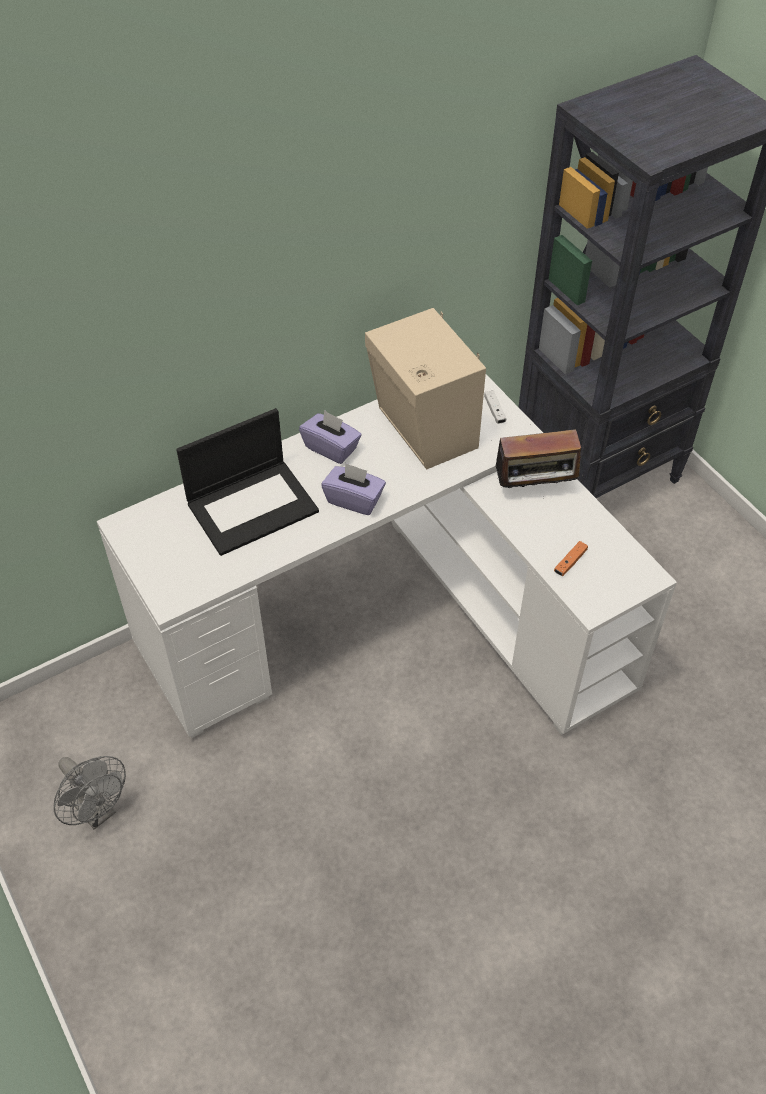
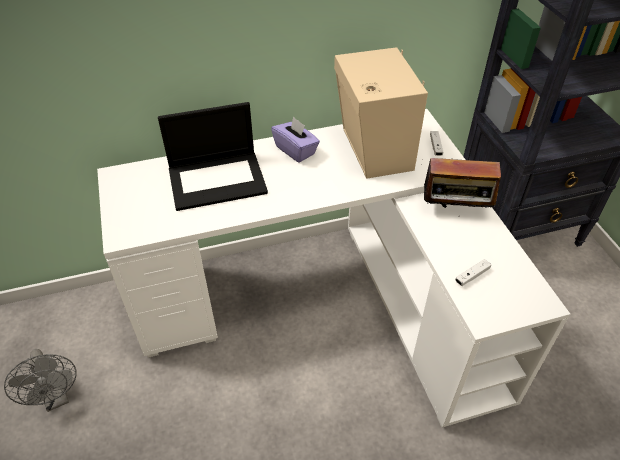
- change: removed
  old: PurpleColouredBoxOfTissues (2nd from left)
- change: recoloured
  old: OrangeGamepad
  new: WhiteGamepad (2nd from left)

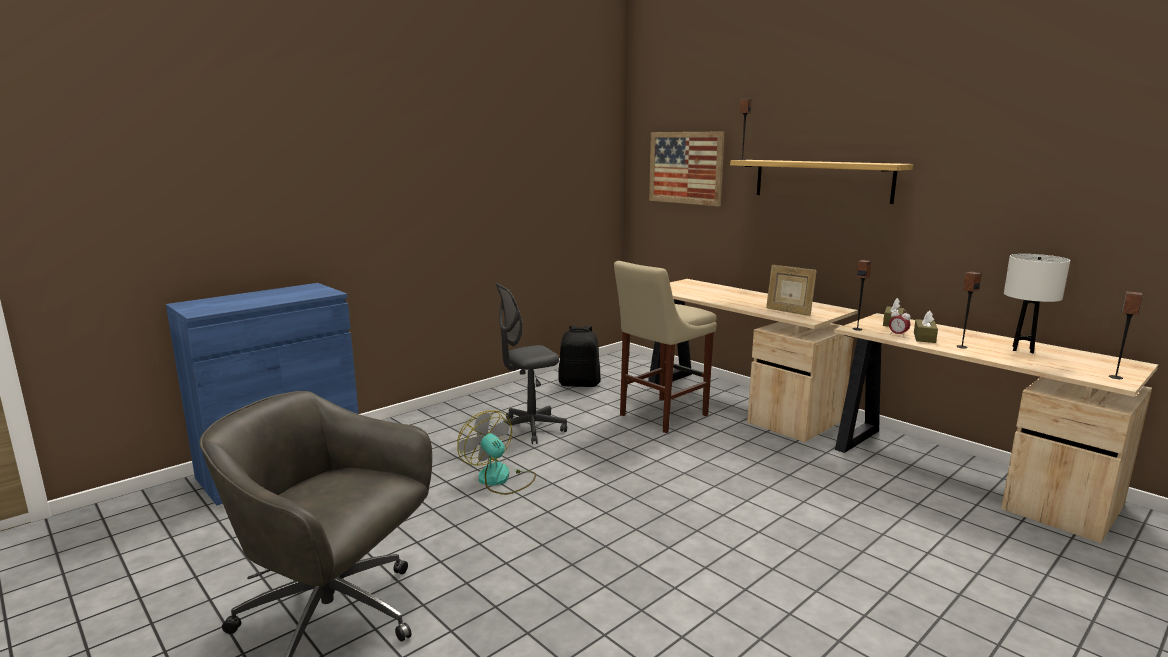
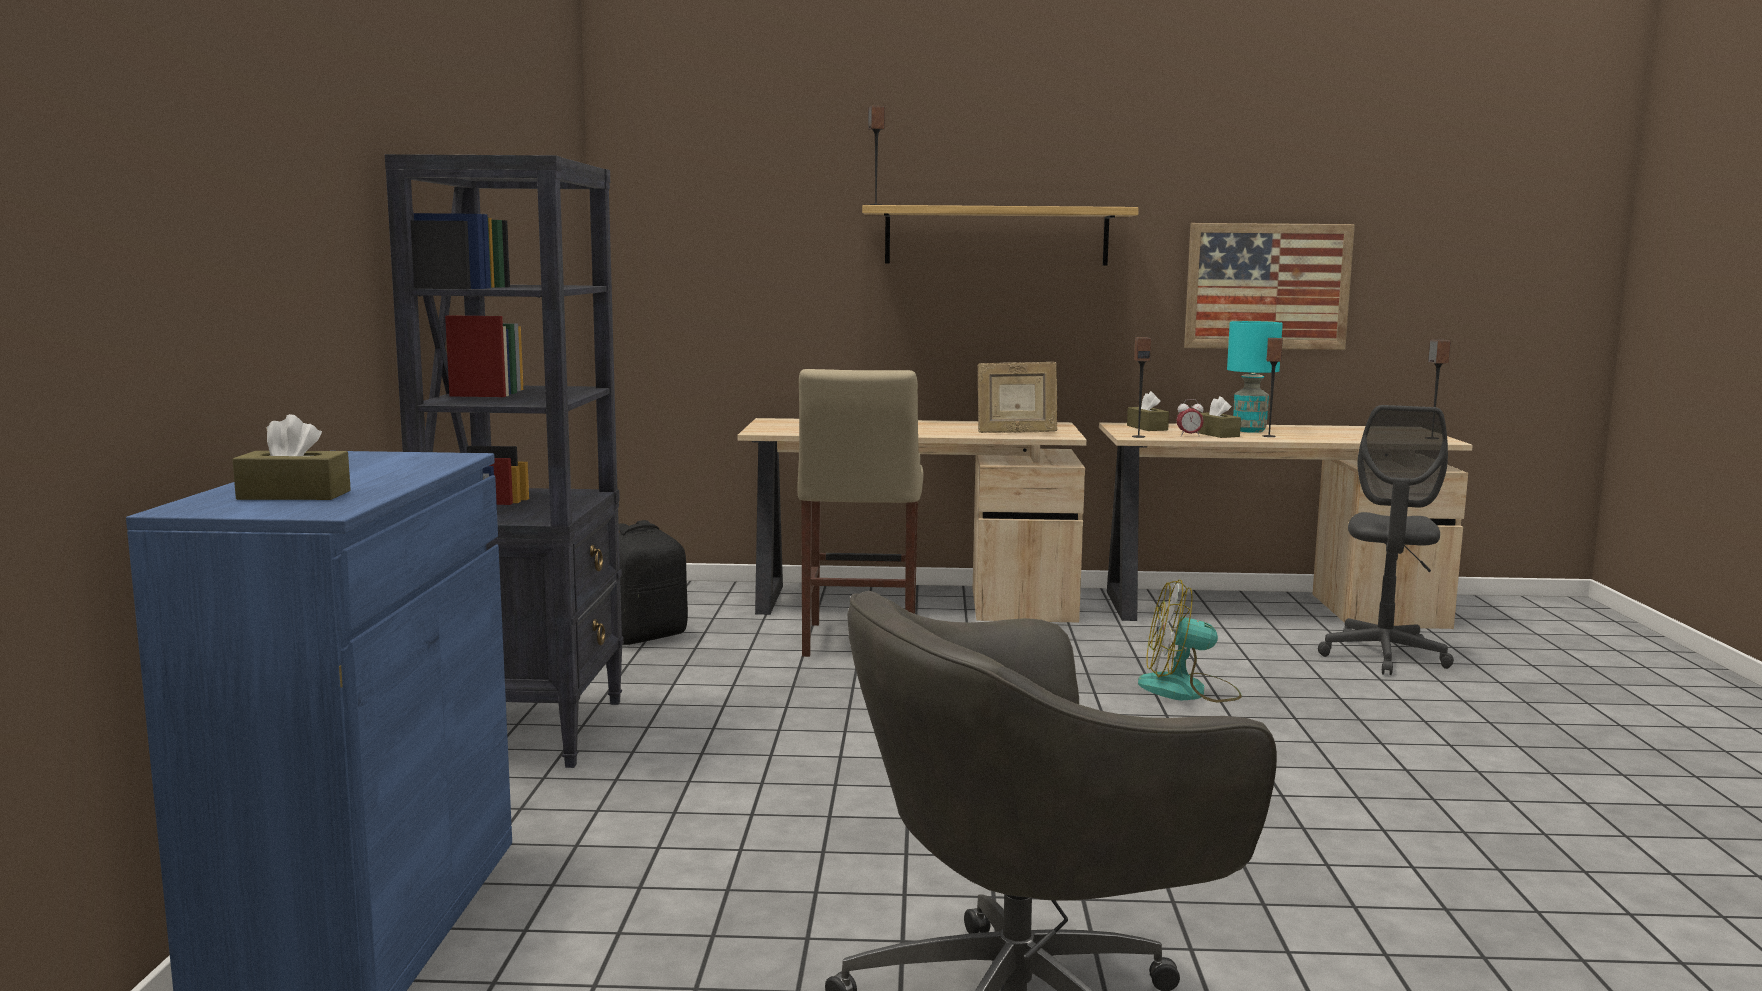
- change: removed
  old: WhiteLampForATable
- change: added
  new: BrownColouredBoxOfTissues (1st from left)
- change: added
  new: BlackColouredShelvingUnit
- change: added
  new: BlueGreenLampForATable
- change: moved
  old: CoolingFan
- change: moved
  old: GrayComputerChair (2nd from left)
- change: moved
  old: WallArt

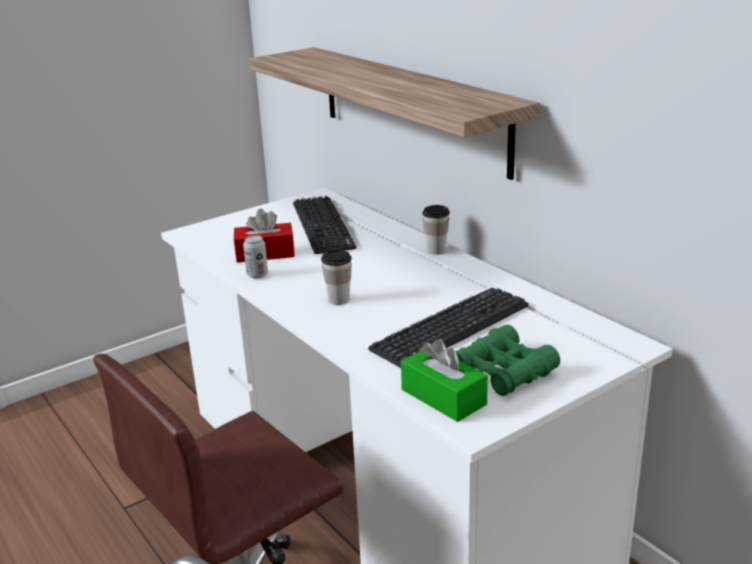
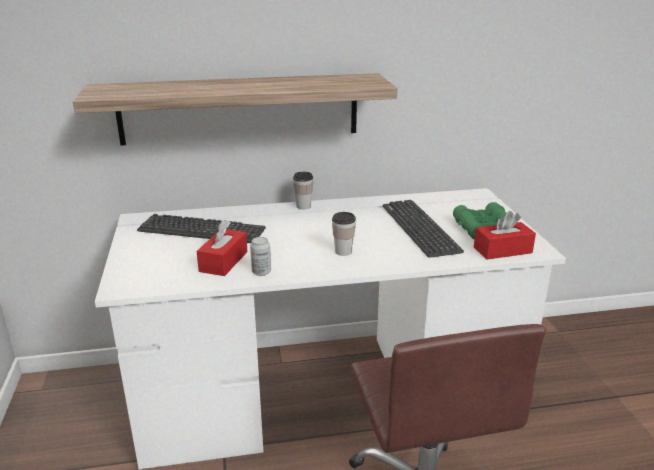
- change: recoloured
  old: GreenishBoxOfTissues
  new: RedColouredBoxOfTissues (2nd from left)

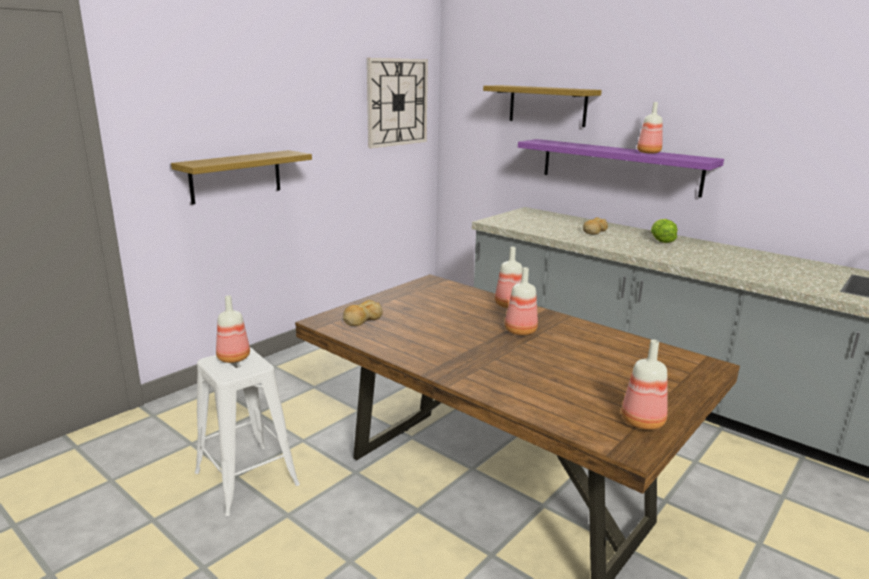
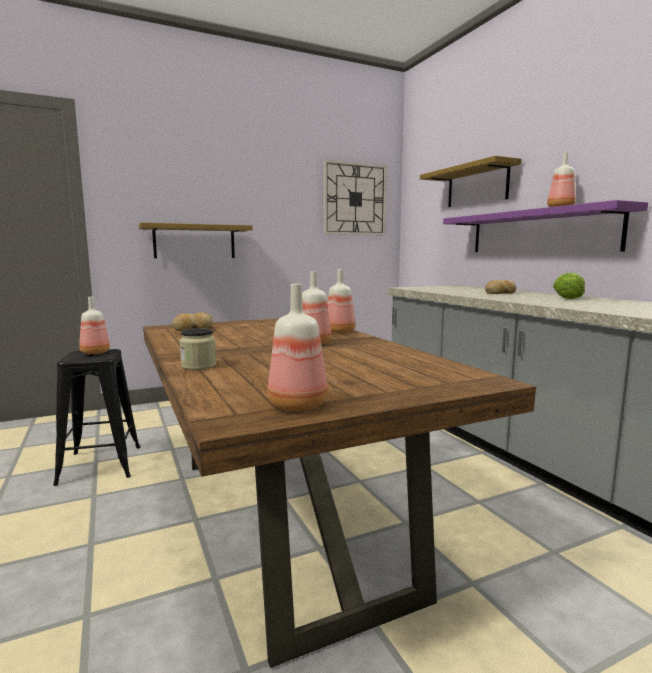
- change: added
  new: PreserveJar
- change: recoloured
  old: WhiteStool
  new: BlackColouredStool

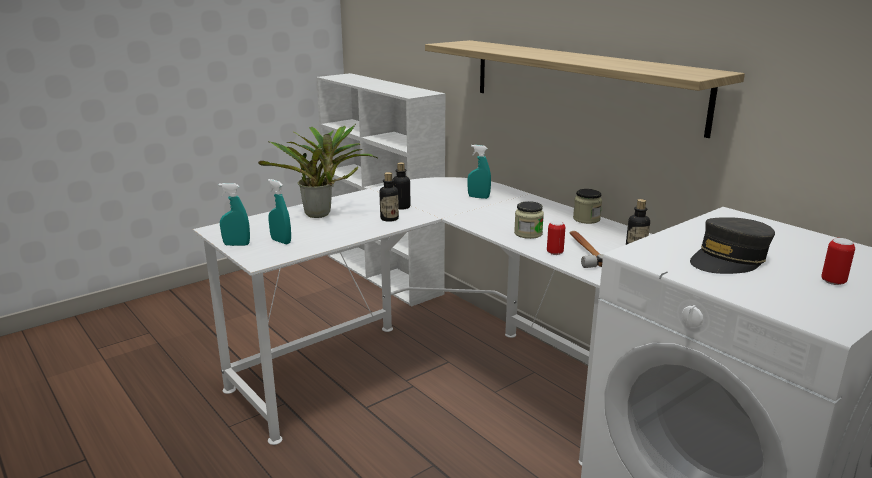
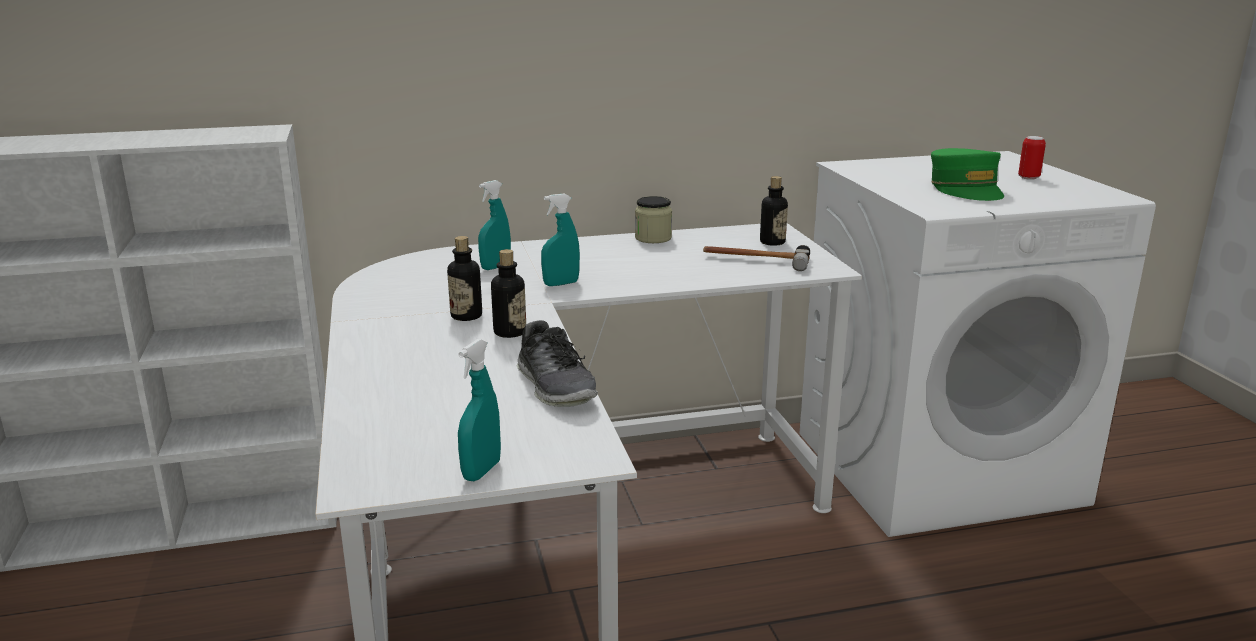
- change: removed
  old: PottedPlant
- change: removed
  old: WallShelf
- change: removed
  old: PreserveJar (1st from left)
- change: removed
  old: Can (1st from left)
- change: added
  new: LowShoe
- change: moved
  old: BlueGreenHandSprayer (2nd from left in the first image)
  new: BlueGreenHandSprayer (3rd from left)
- change: recoloured
  old: GrayPeakedCap
  new: GreenishPeakedCap

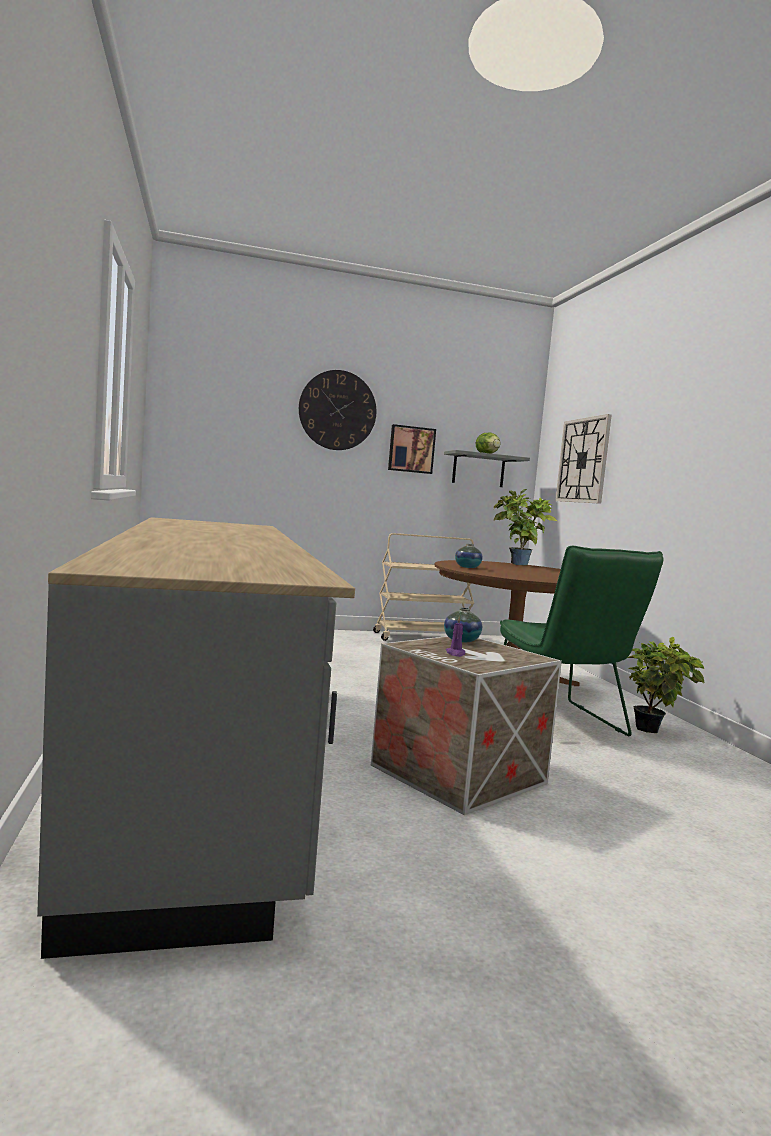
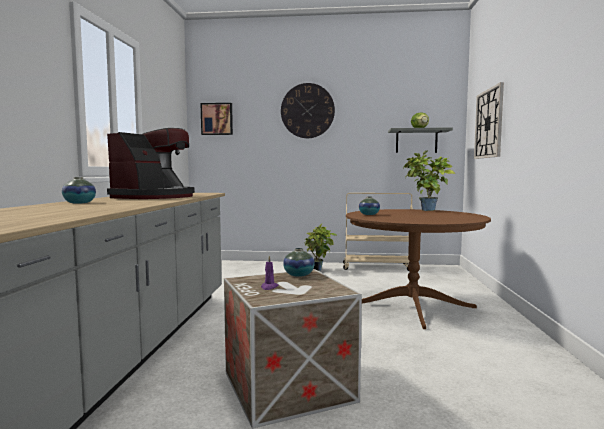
- change: removed
  old: GreenishUprightChair
- change: added
  new: FlowerVase (1st from left)
- change: added
  new: CoffeeBrewer
- change: moved
  old: WallArt
- change: moved
  old: PottedPlant (2nd from left in the first image)
  new: PottedPlant (1st from left)

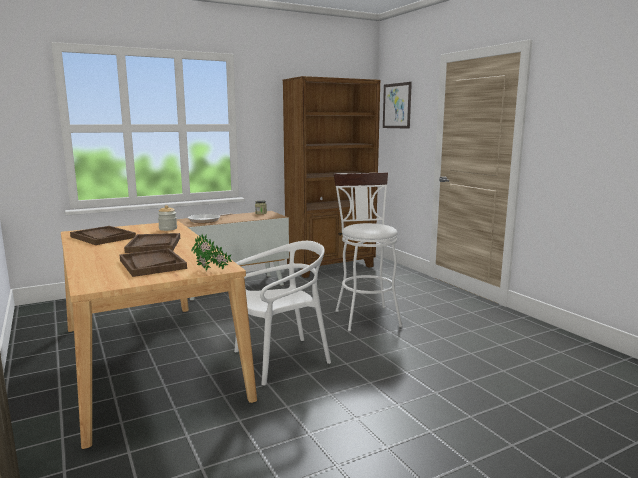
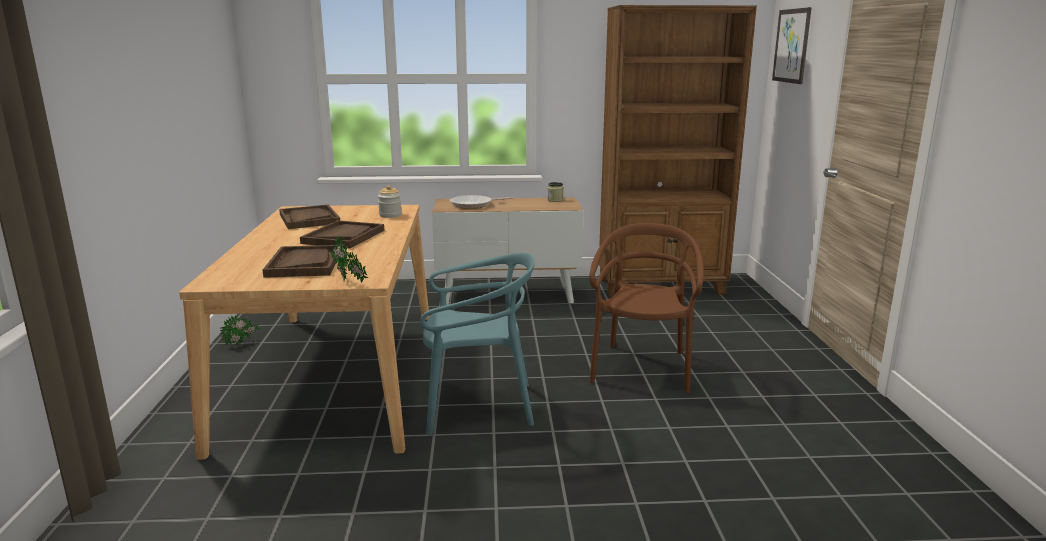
- change: added
  new: PottedPlant (1st from left)
- change: replaced
  old: WhiteStool
  new: BrownColouredUprightChair
- change: recoloured
  old: WhiteUprightChair
  new: BlueGreenUprightChair

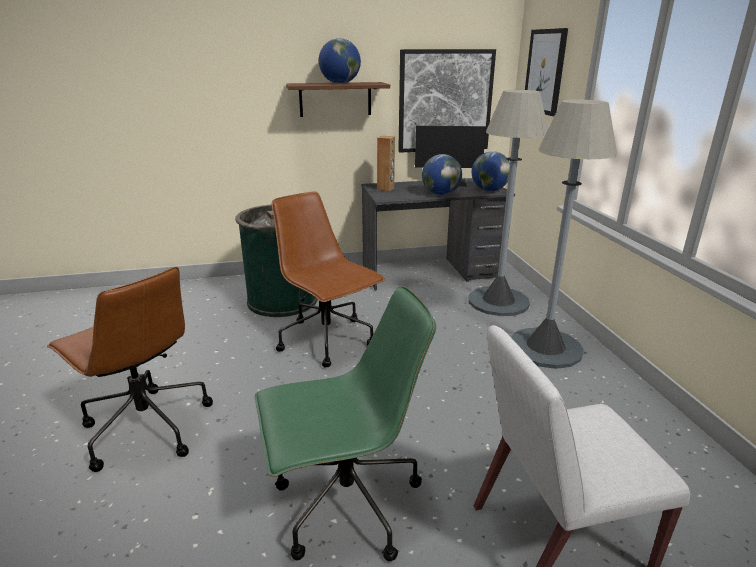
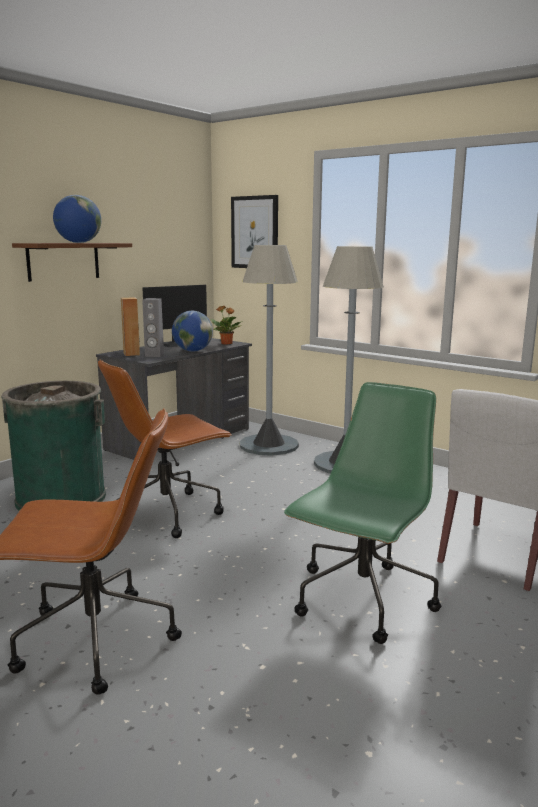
- change: removed
  old: WallArt (1st from left)
- change: added
  new: GraySpeaker
- change: replaced
  old: Globe (3rd from left)
  new: PottedPlant
- change: turned
  old: BrownColouredComputerChair (2nd from left)
  degrees: -45

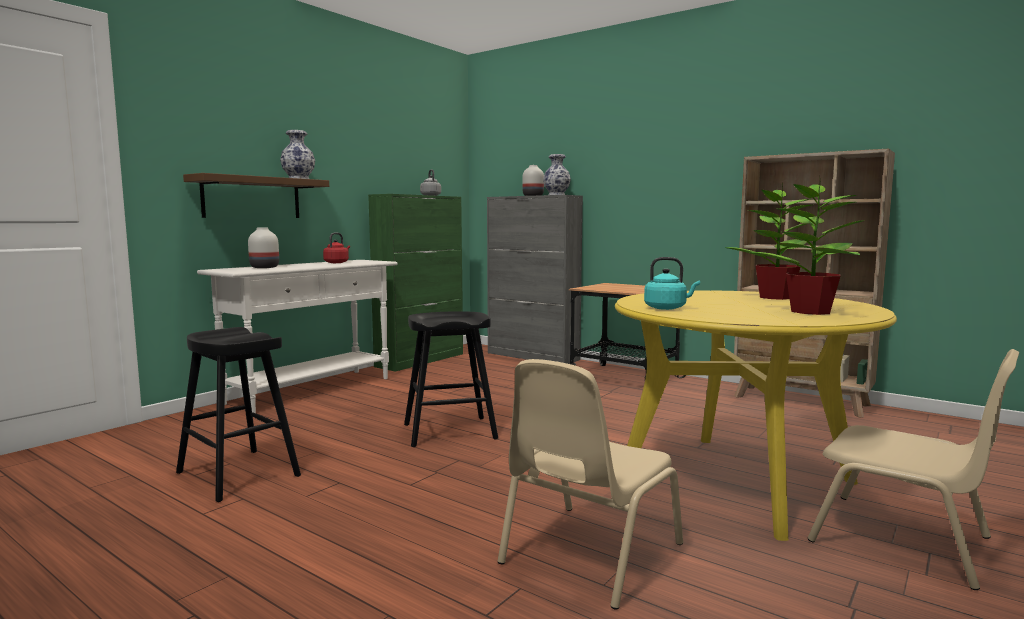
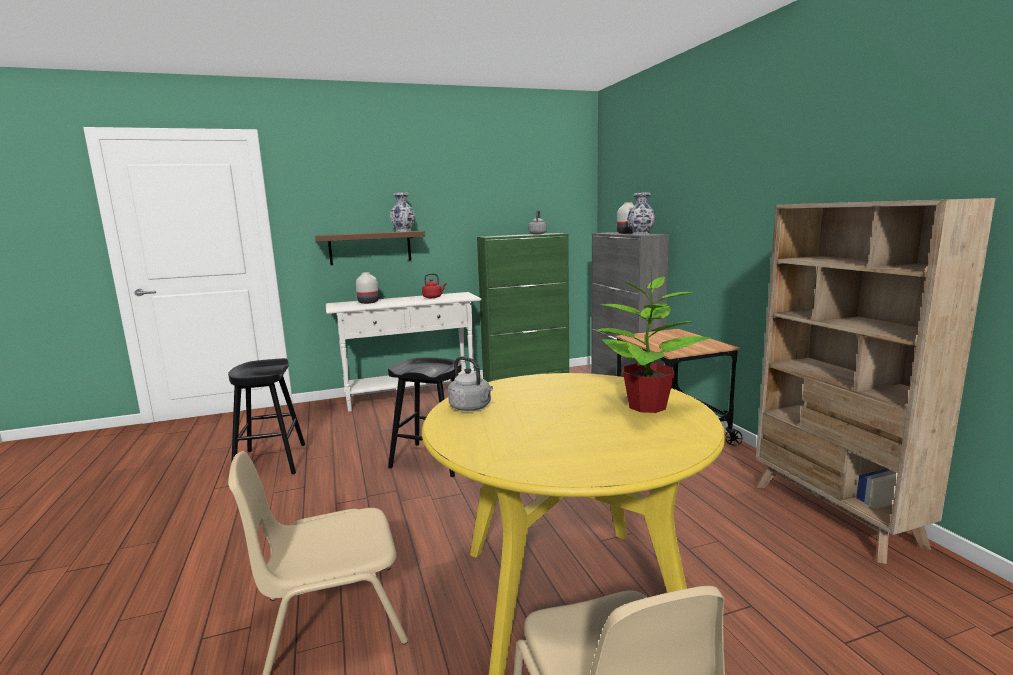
- change: removed
  old: PottedPlant (2nd from left)
- change: recoloured
  old: BlueGreenWaterKettle
  new: GrayWaterKettle (1st from left)

